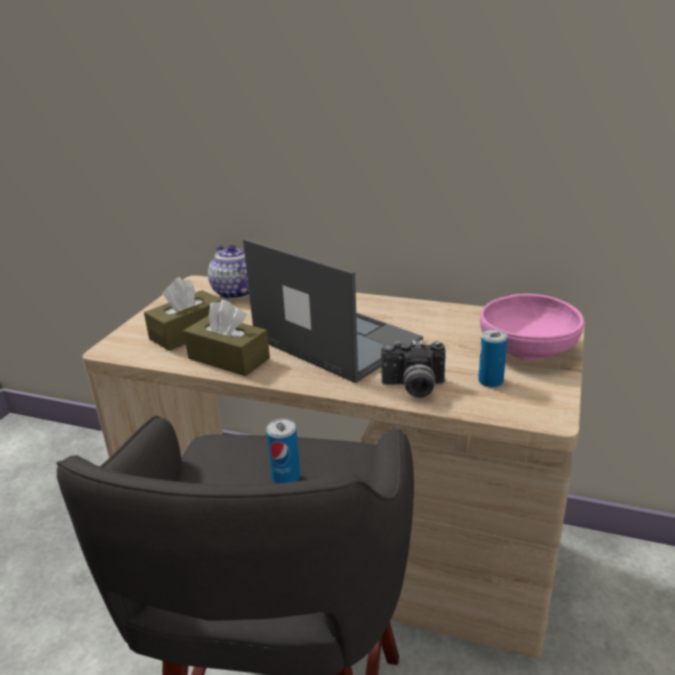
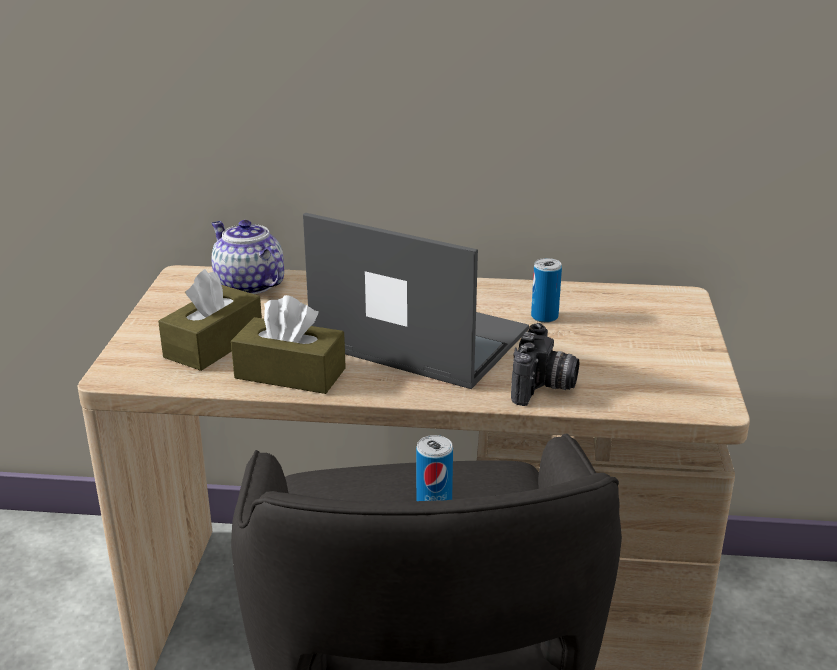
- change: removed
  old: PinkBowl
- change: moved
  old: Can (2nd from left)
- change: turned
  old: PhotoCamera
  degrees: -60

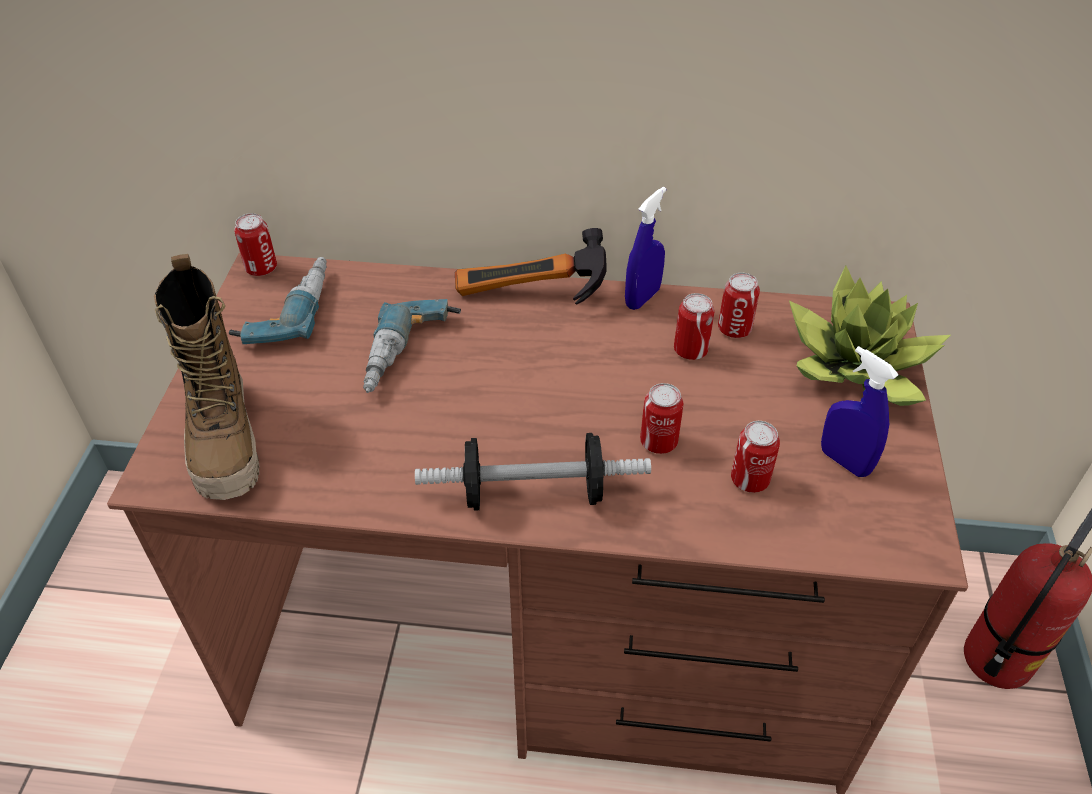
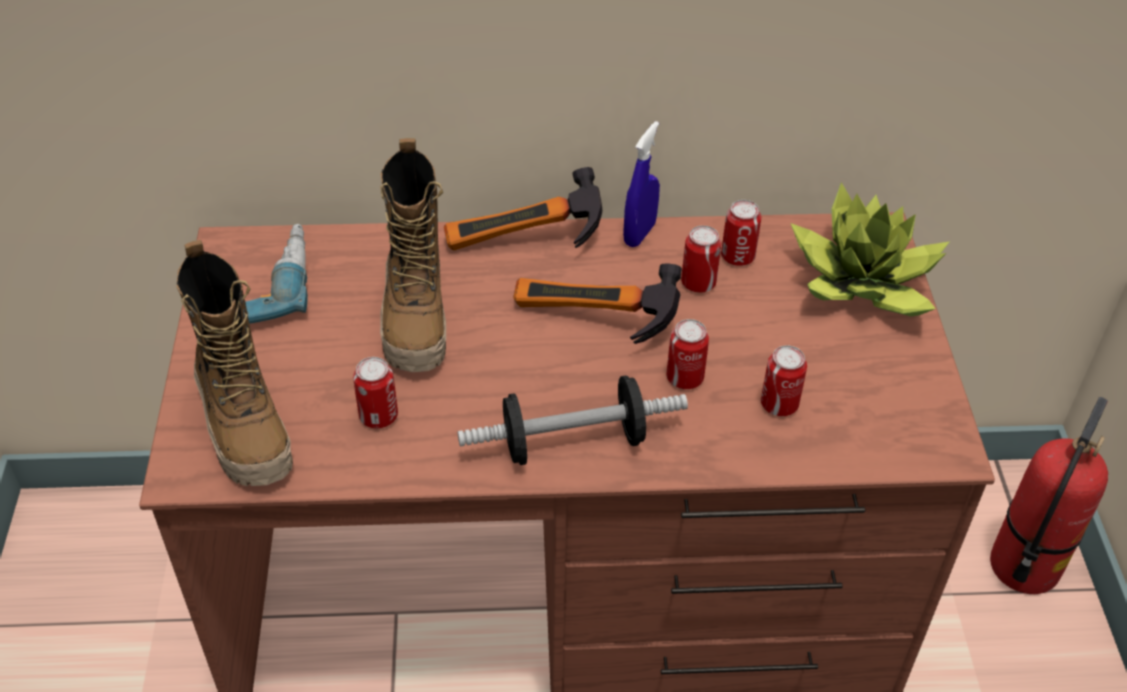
- change: removed
  old: BlueColouredHandSprayer (2nd from left)
- change: added
  new: Hammer (2nd from left)
- change: moved
  old: Can (1st from left)
- change: replaced
  old: ElectricDrill (2nd from left)
  new: TallBoot (2nd from left)

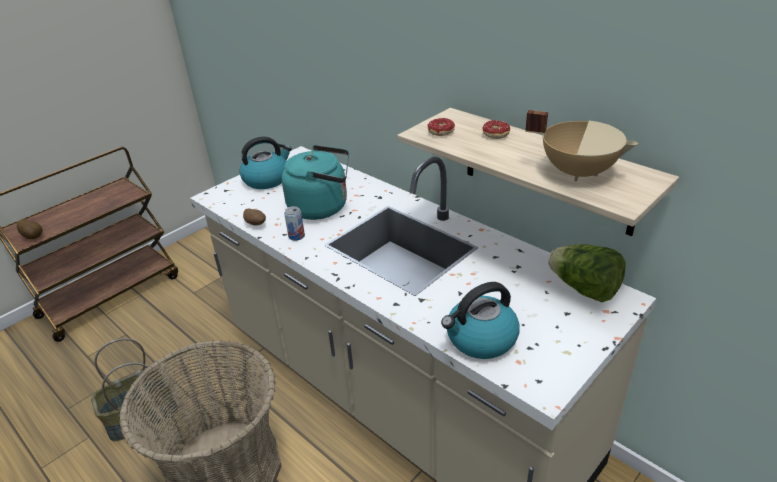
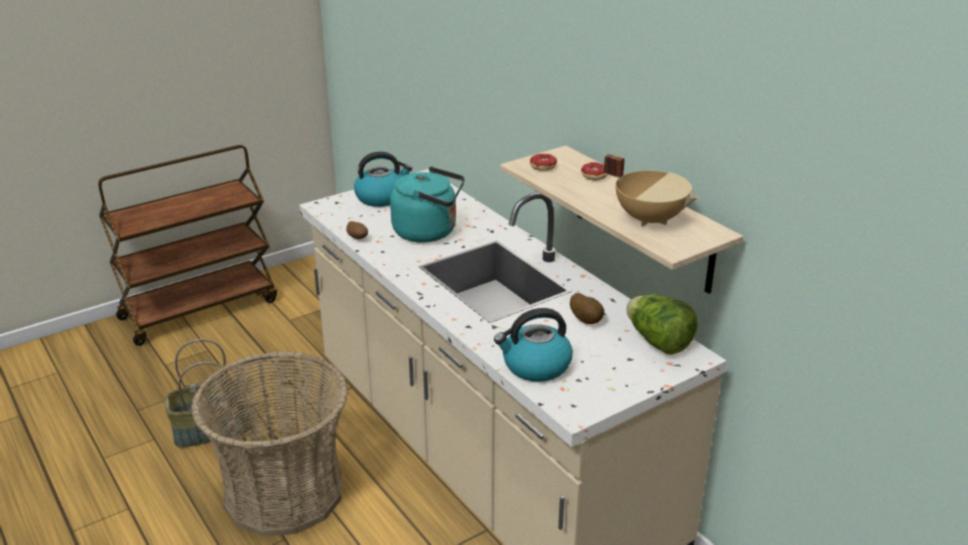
- change: removed
  old: Can
- change: moved
  old: Potato (1st from left in the first image)
  new: Potato (2nd from left)

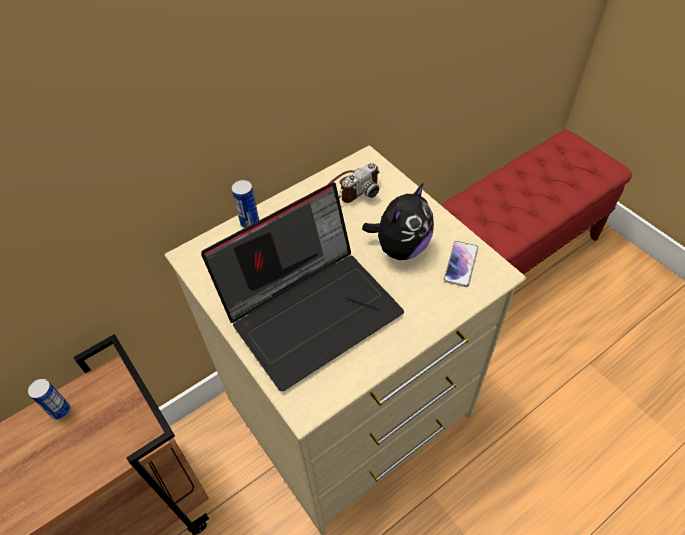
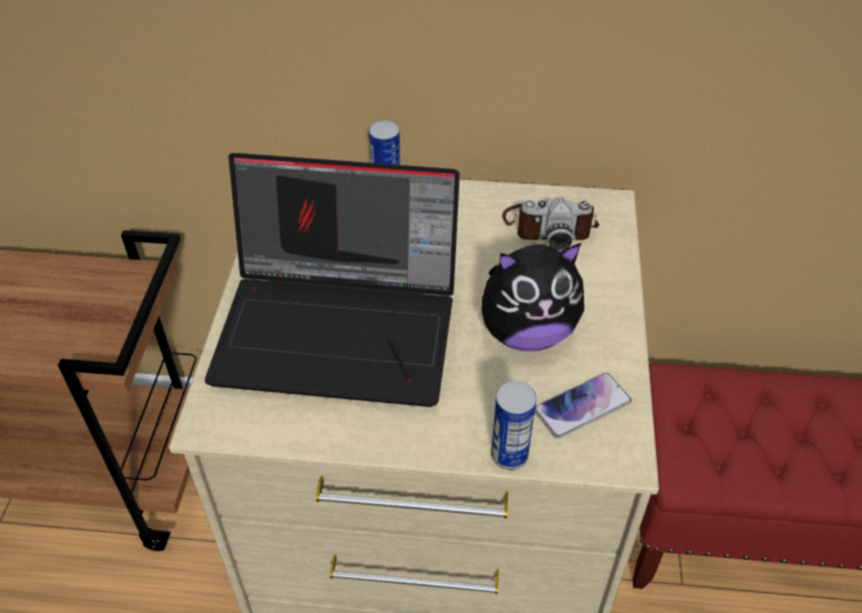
- change: moved
  old: Can (1st from left in the first image)
  new: Can (2nd from left)

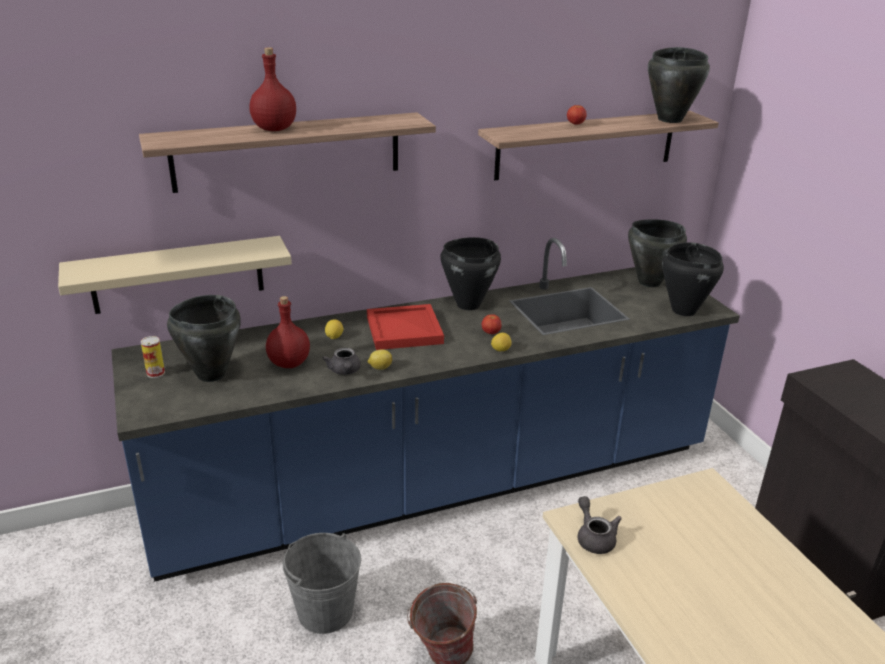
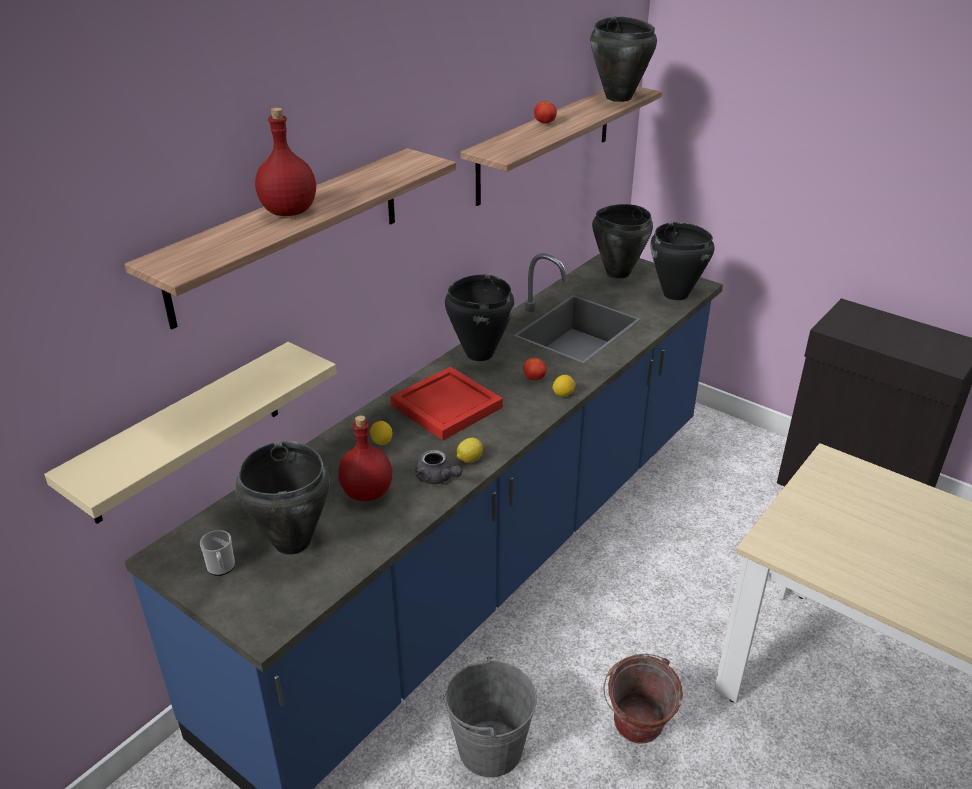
- change: removed
  old: GrayTeaPot (2nd from left)
- change: replaced
  old: Can
  new: CoffeeMug

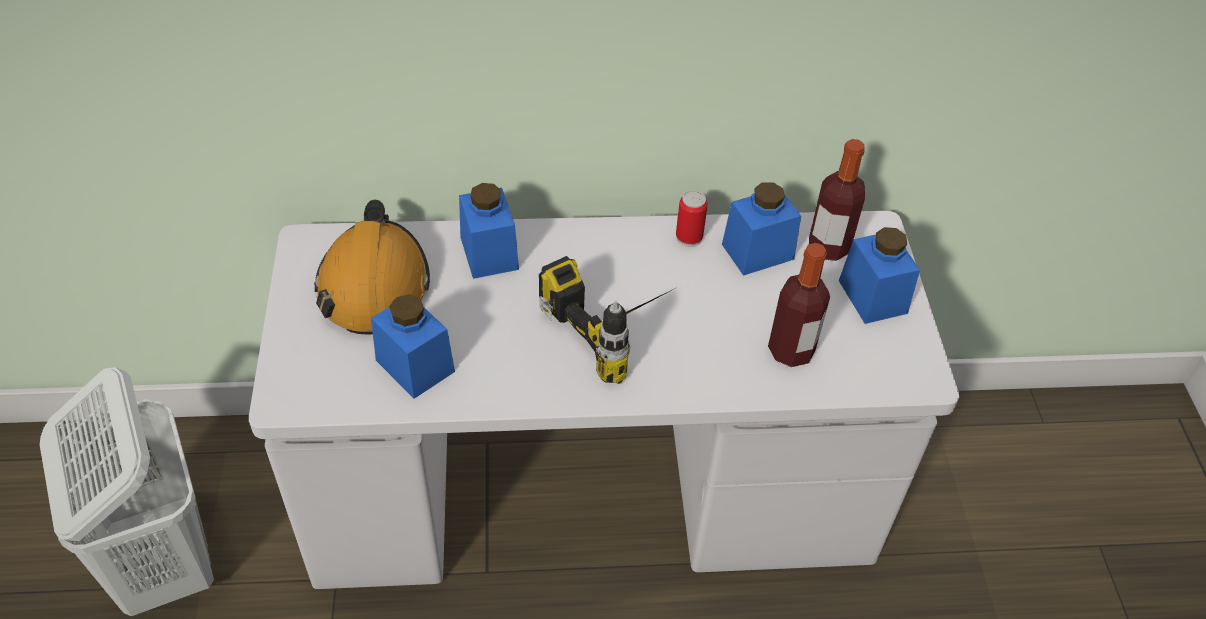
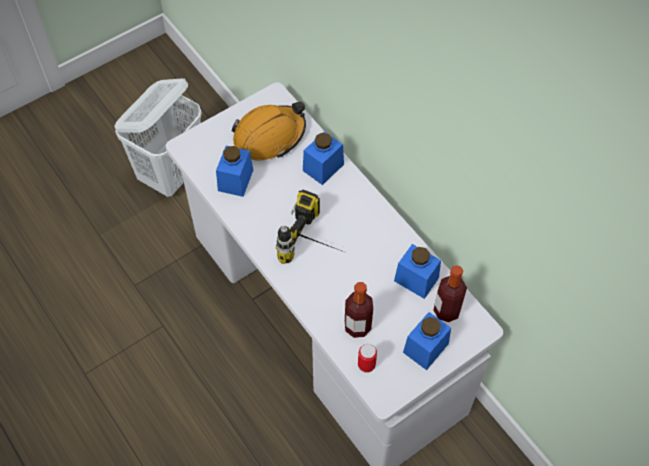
- change: moved
  old: Can

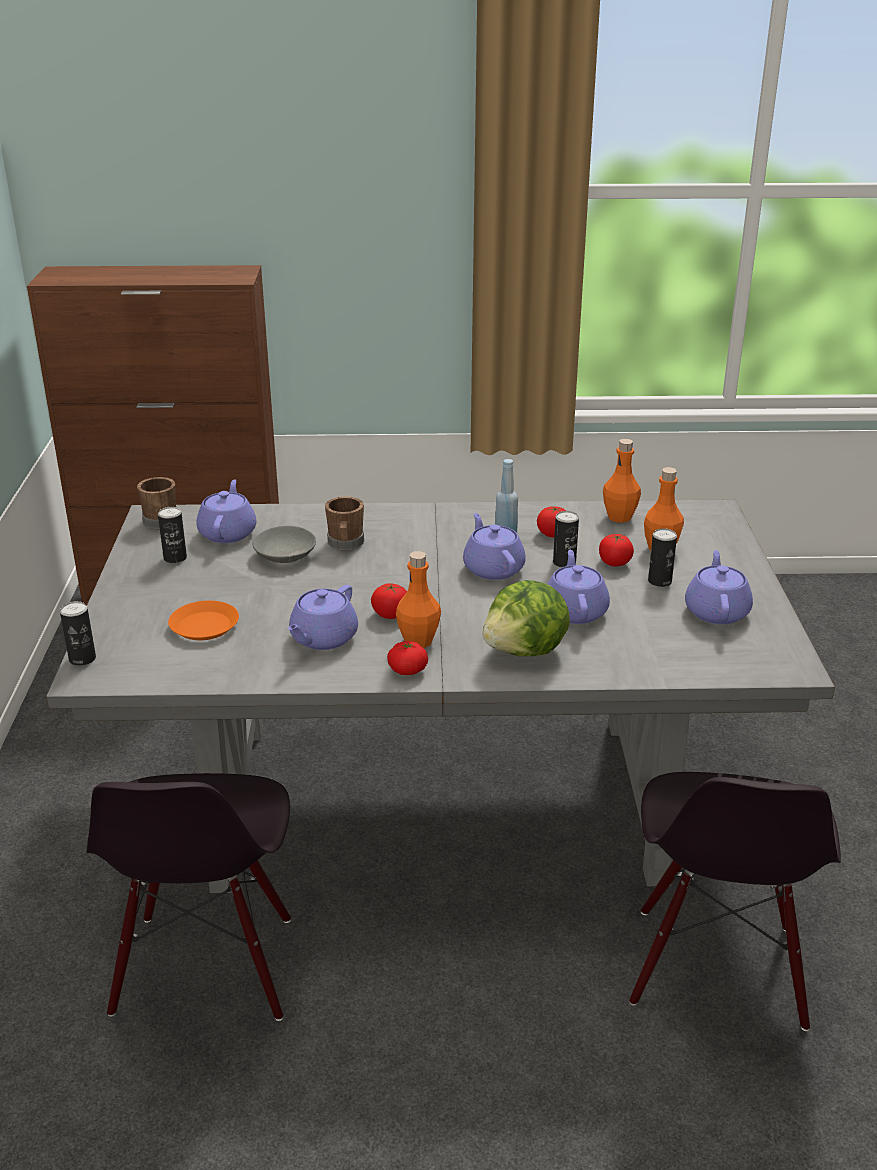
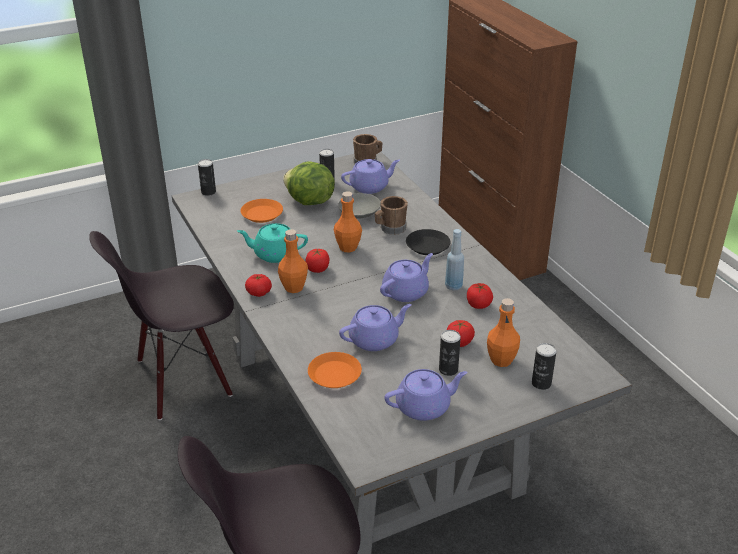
- change: added
  new: OrangeDinnerPlate (2nd from left)
- change: added
  new: BlackColouredDinnerPlate
- change: moved
  old: HeadOfLettuce
- change: moved
  old: Can (3rd from left in the first image)
  new: Can (4th from left)
- change: moved
  old: OrangeBottle (2nd from left)
- change: recoloured
  old: PurpleColouredTeaPot (2nd from left)
  new: BlueGreenTeaPot

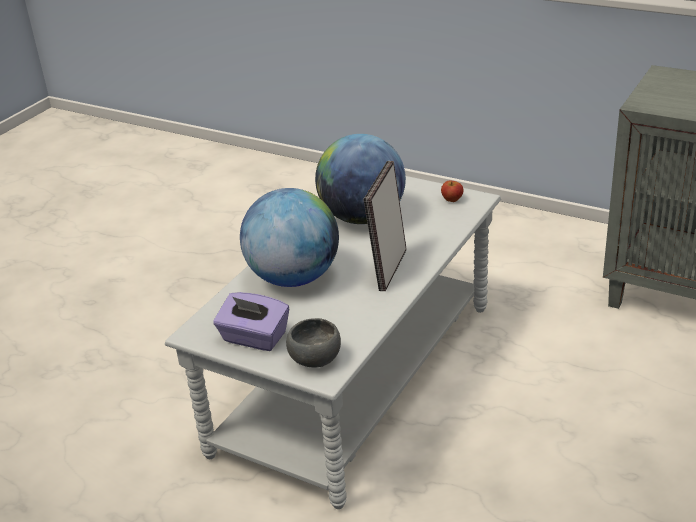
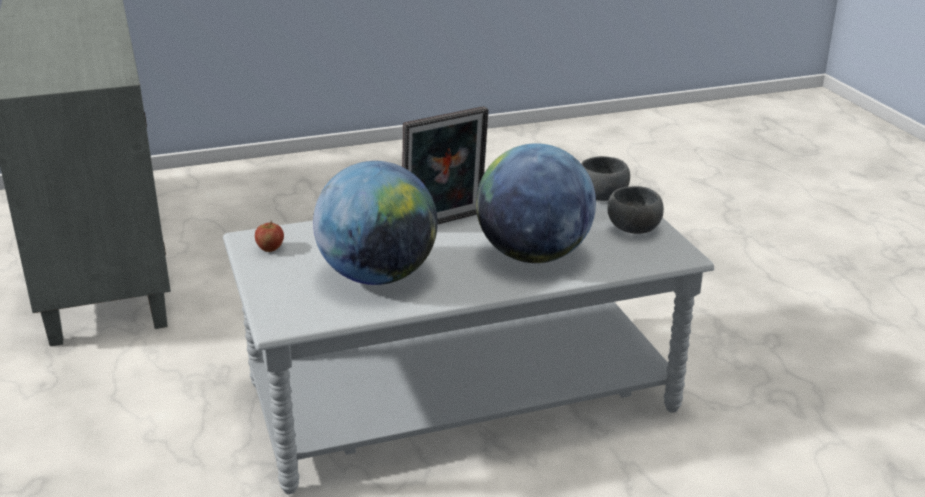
- change: replaced
  old: PurpleColouredBoxOfTissues
  new: GrayBowl (2nd from left)

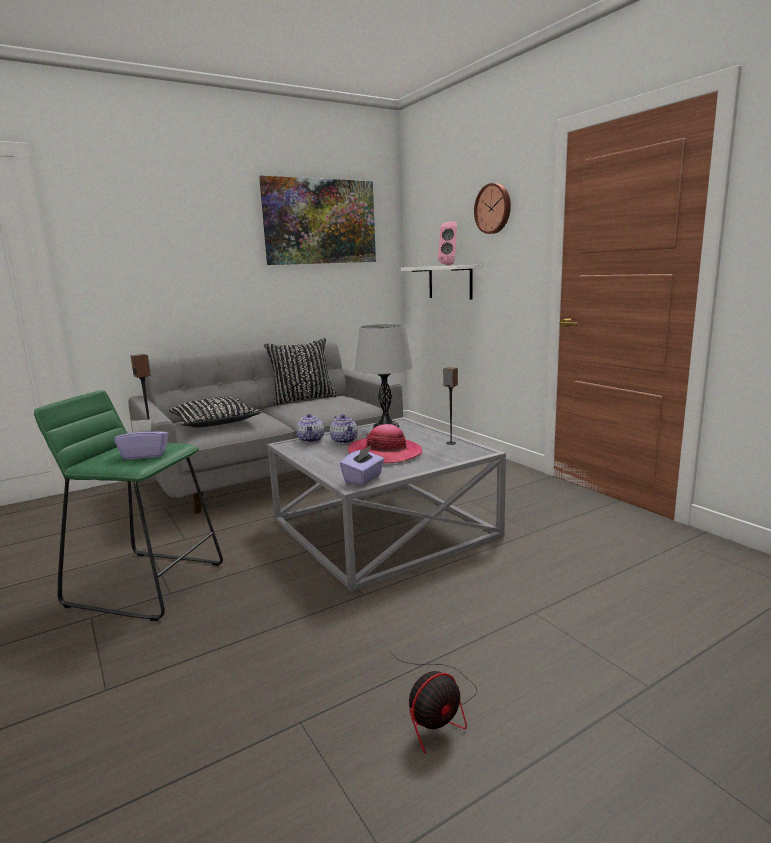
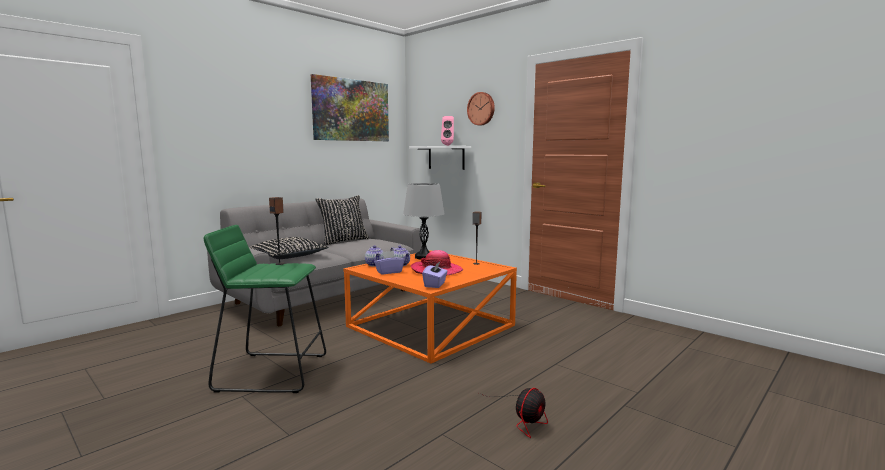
- change: moved
  old: PurpleColouredBoxOfTissues (1st from left)
- change: recoloured
  old: GrayCoffeeTable
  new: OrangeCoffeeTable

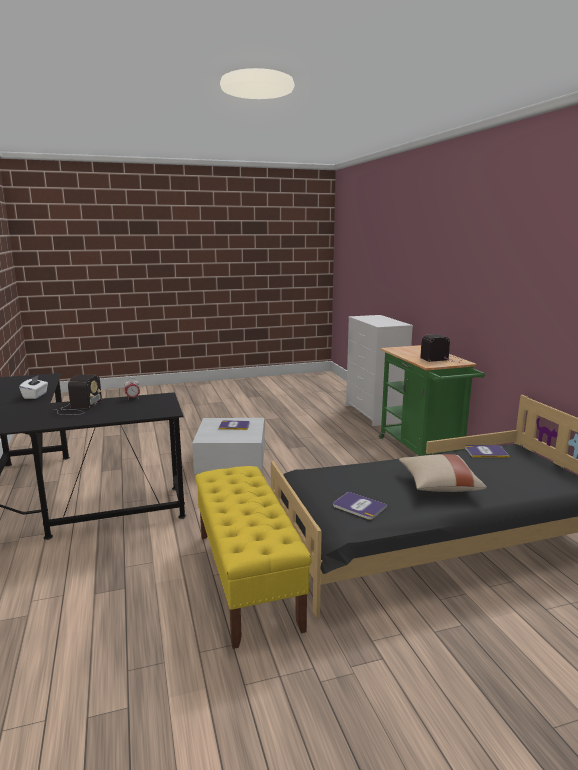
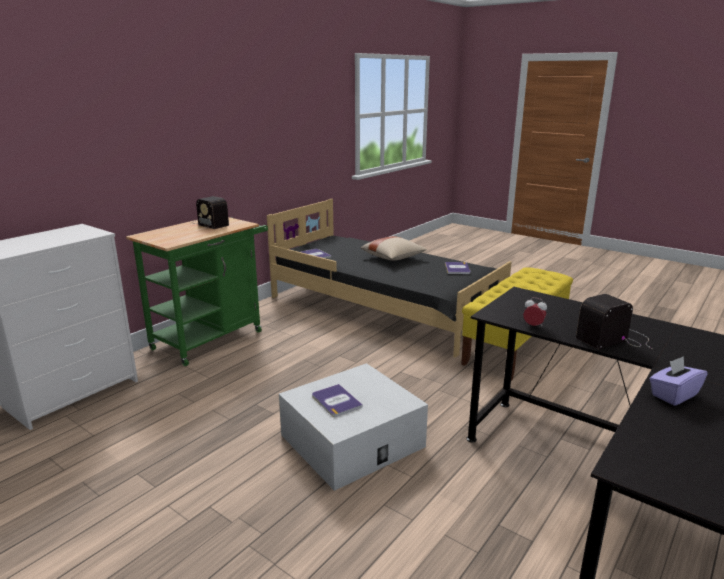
- change: recoloured
  old: WhiteBoxOfTissues
  new: PurpleColouredBoxOfTissues

